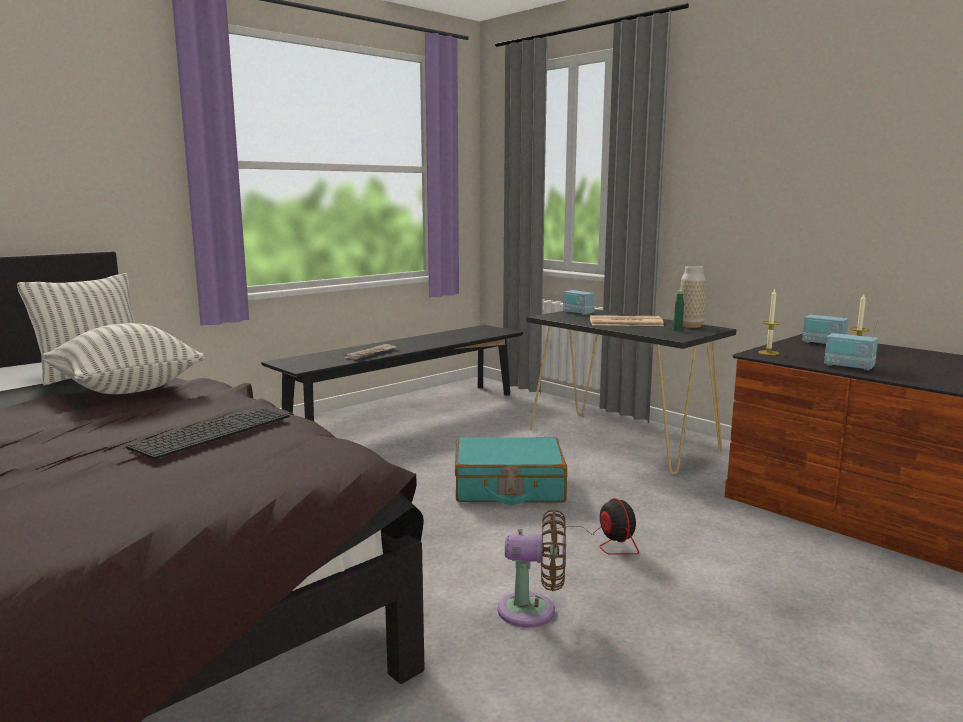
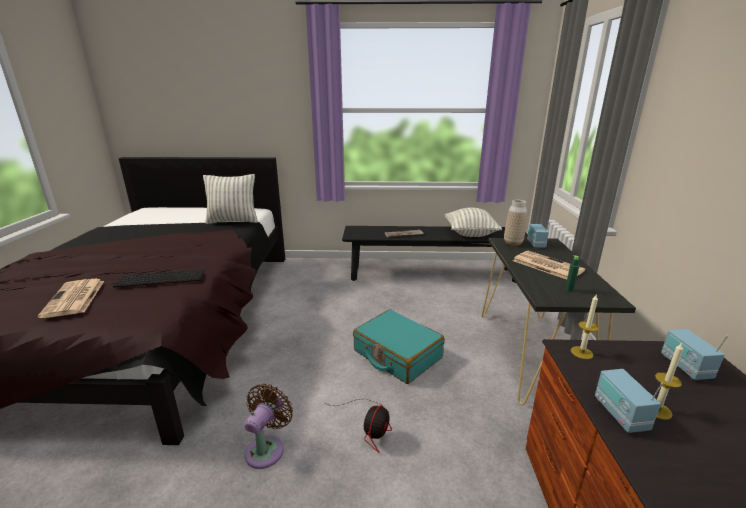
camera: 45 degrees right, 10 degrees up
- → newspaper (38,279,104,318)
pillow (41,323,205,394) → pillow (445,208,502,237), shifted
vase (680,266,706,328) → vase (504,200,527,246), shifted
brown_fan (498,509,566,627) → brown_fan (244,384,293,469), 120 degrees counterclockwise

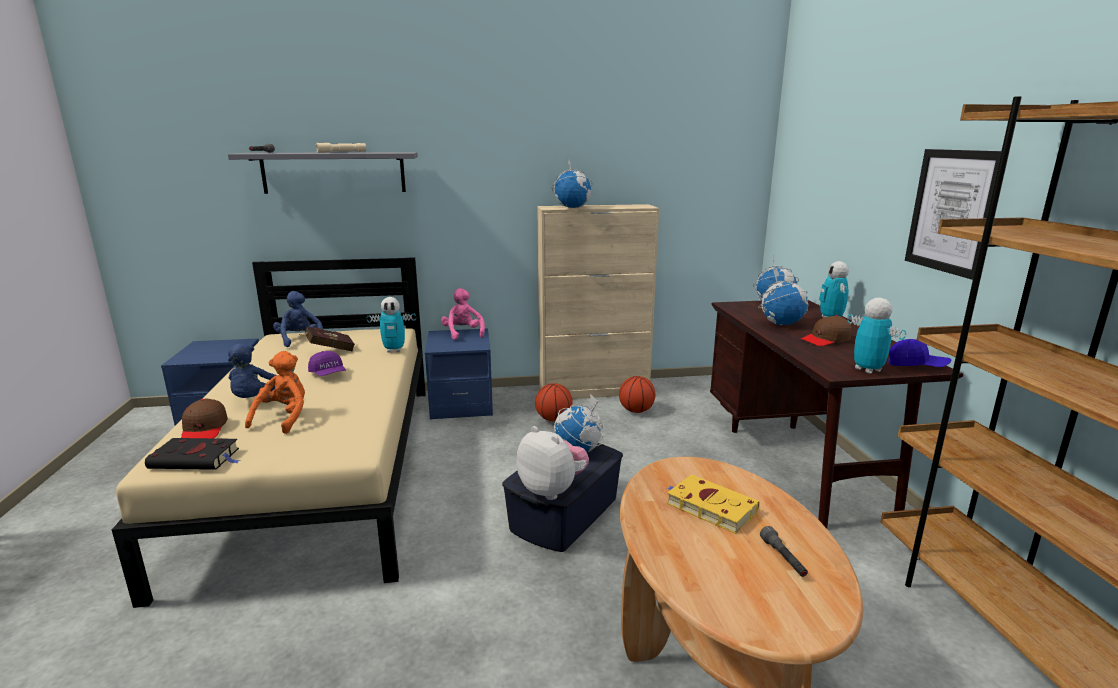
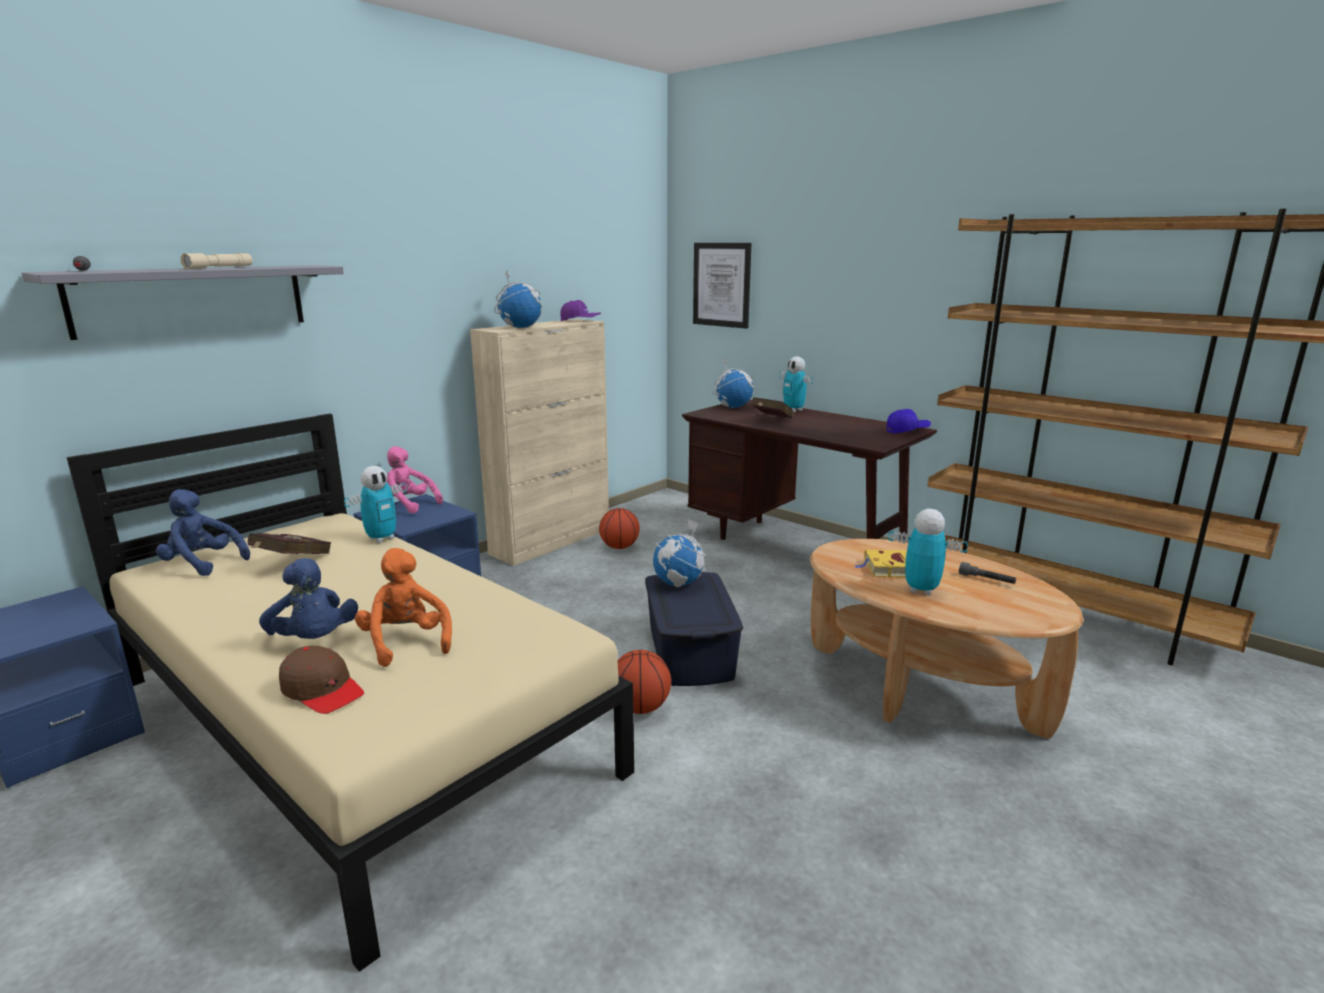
camera: 40 degrees left, 0 degrees up
black_book (145,438,241,470) → -
plush_toy (517,426,589,500) → -
brown_cap (801,315,852,346) → -
purple_cap (308,351,346,376) → purple_cap (560,300,601,322), shifted
basketball (535,383,573,421) → basketball (618,650,671,714), shifted
toy_robot (847,298,906,374) → toy_robot (888,508,968,595), shifted
picture (905,149,1001,280) → picture (693,243,751,329), shifted
globe (758,268,808,325) → red_book (752,398,794,418)

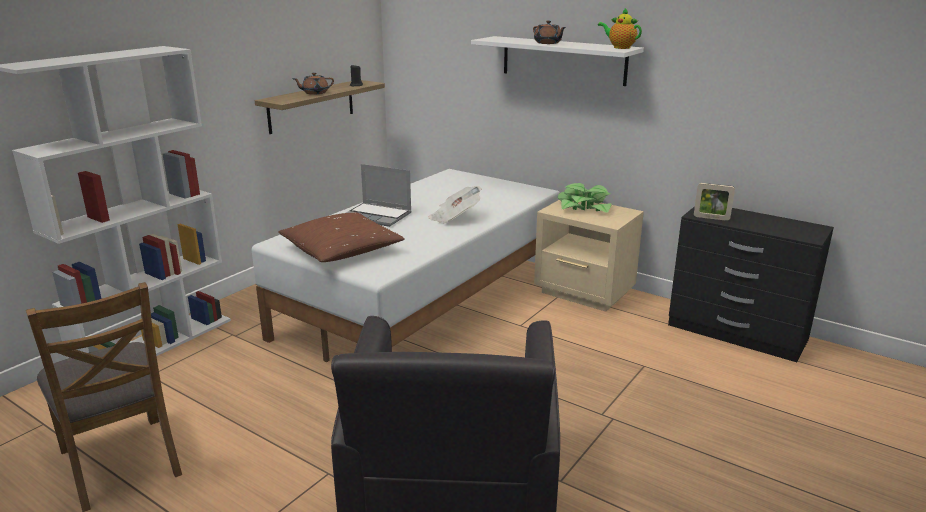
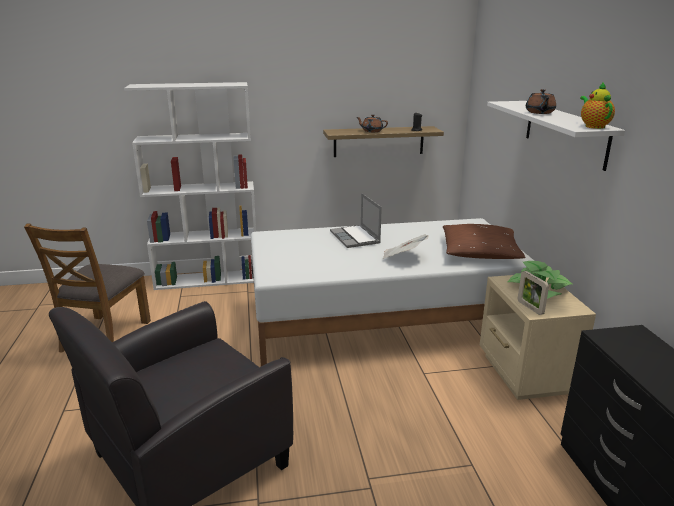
camera: 45 degrees right, 0 degrees up
brown_pillow (278,213,405,262) → brown_pillow (443,224,526,259), shifted
picture_frame (694,183,735,221) → picture_frame (518,271,549,315), shifted

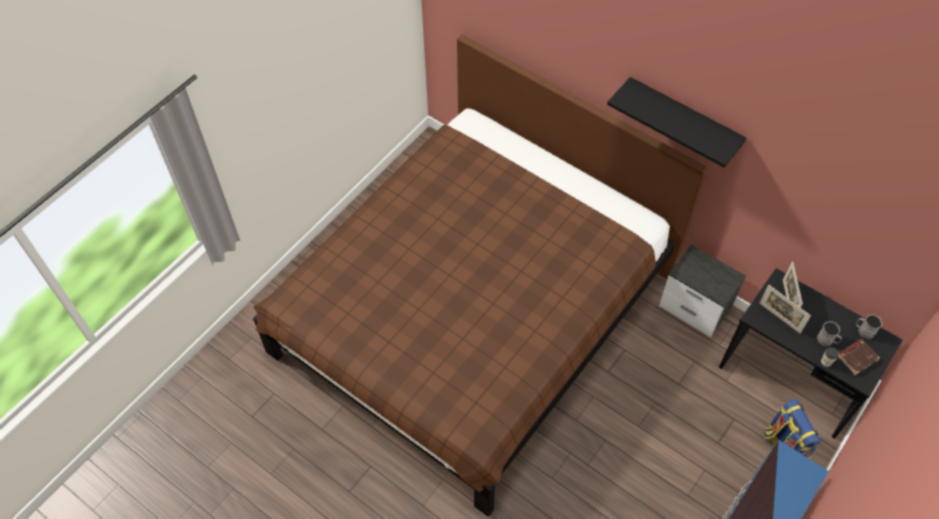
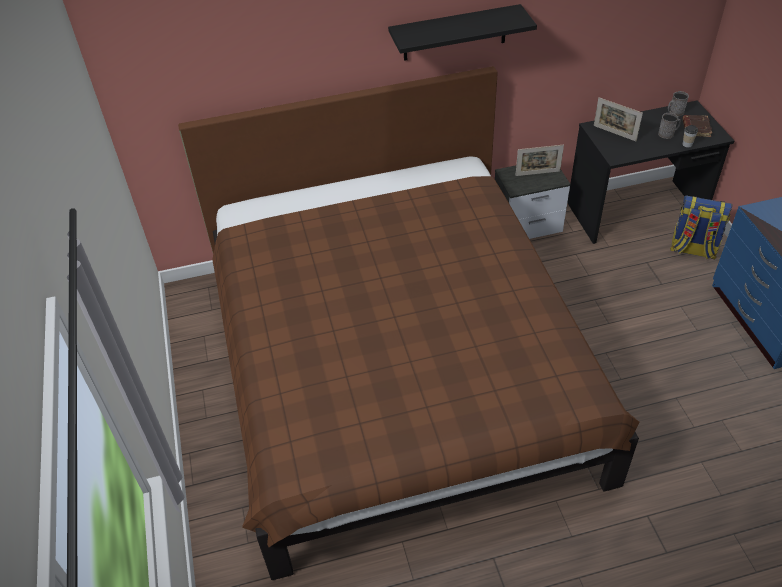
camera: 50 degrees left, 10 degrees down
picture_frame (760,285,811,334) → picture_frame (515,145,564,176), shifted

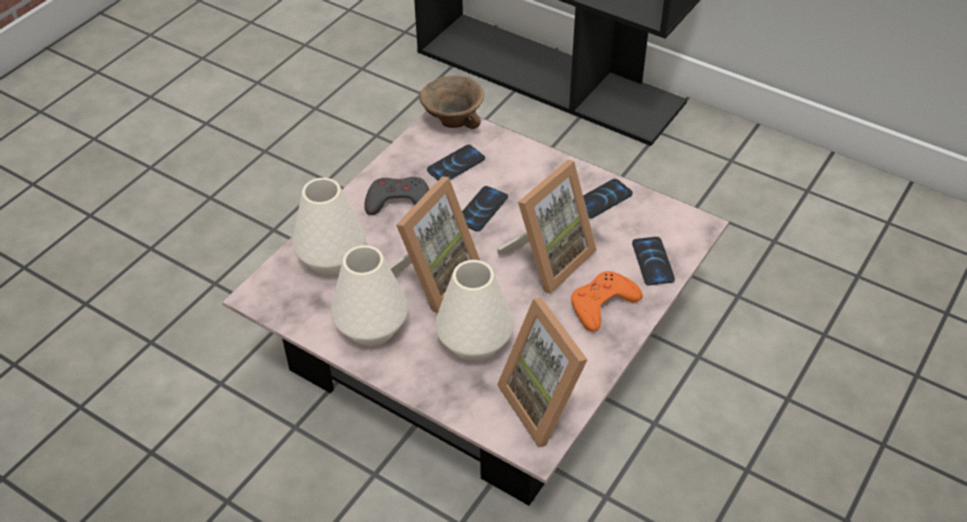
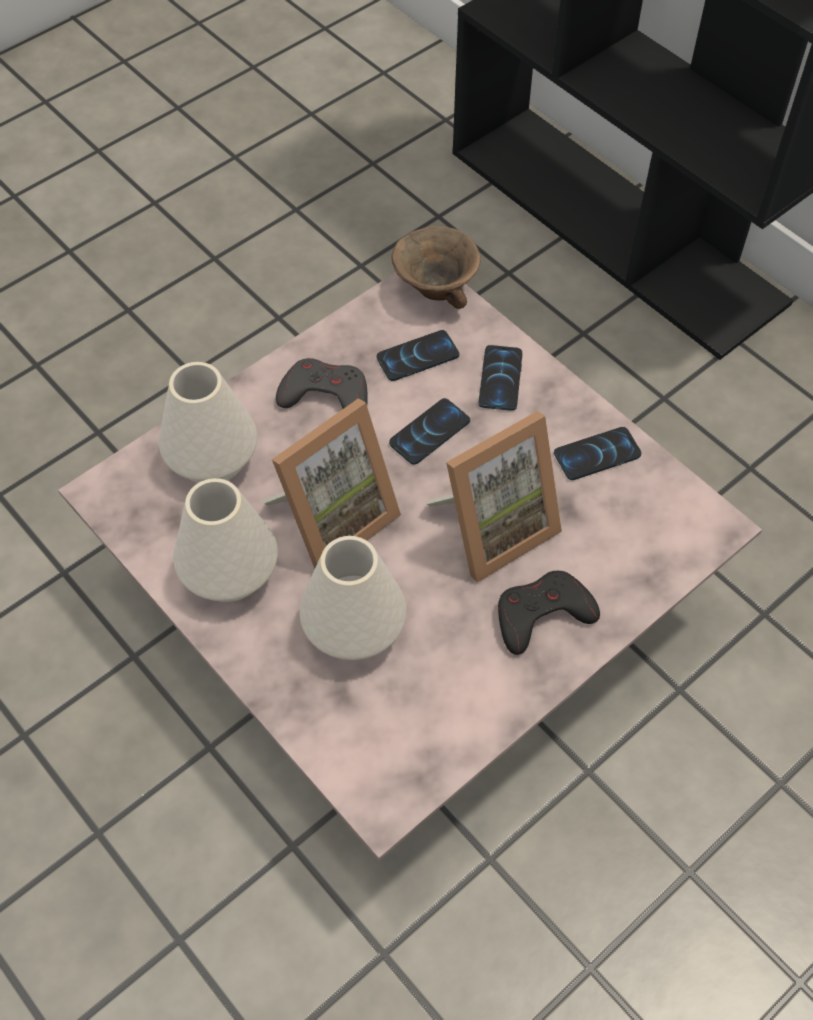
camera: 15 degrees right, 10 degrees up
picture_frame (497,297,588,448) → -
phone (632,237,675,285) → phone (478,345,523,411), shifted
orange_game_controller (571,271,643,332) → black_game_controller (498,571,600,655)

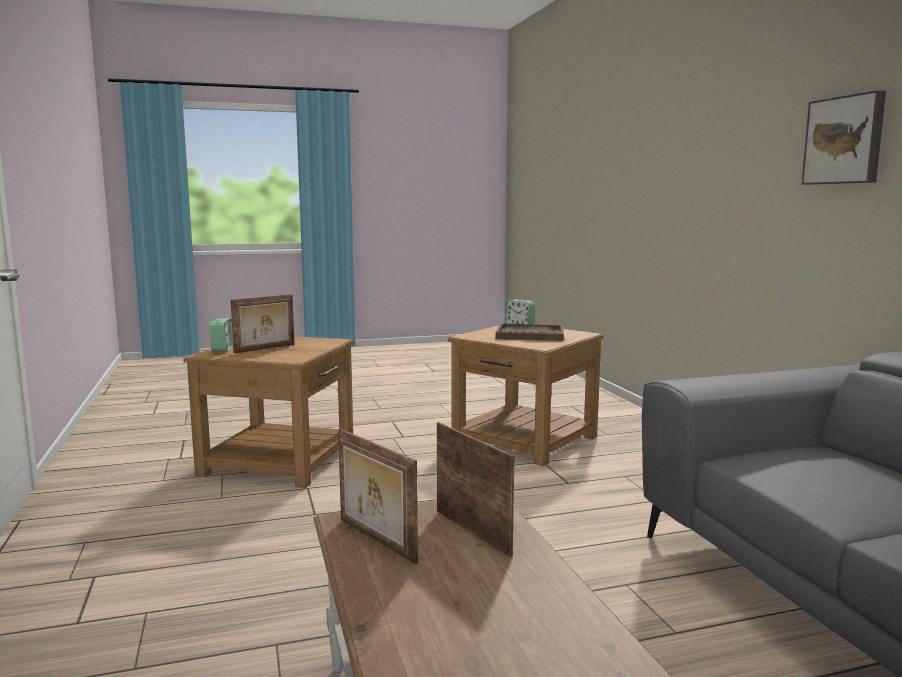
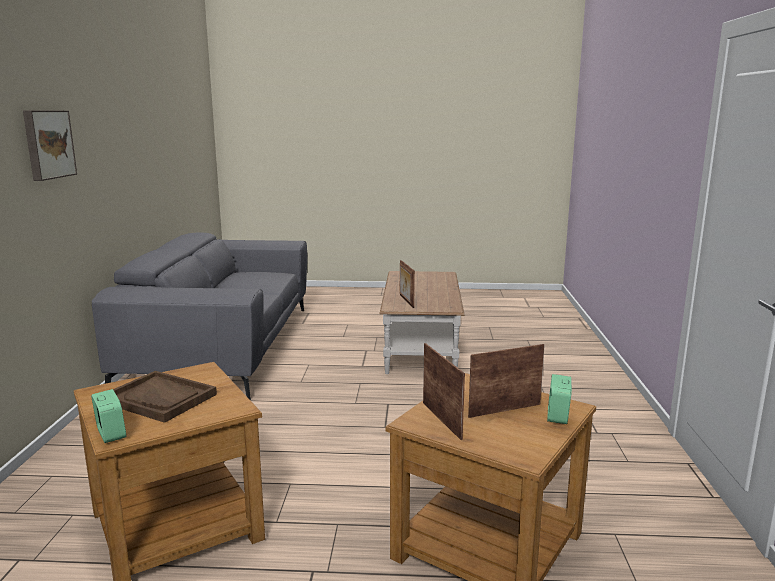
camera: 160 degrees left, 5 degrees up
picture_frame (338,429,418,564) → picture_frame (423,343,465,440), shifted

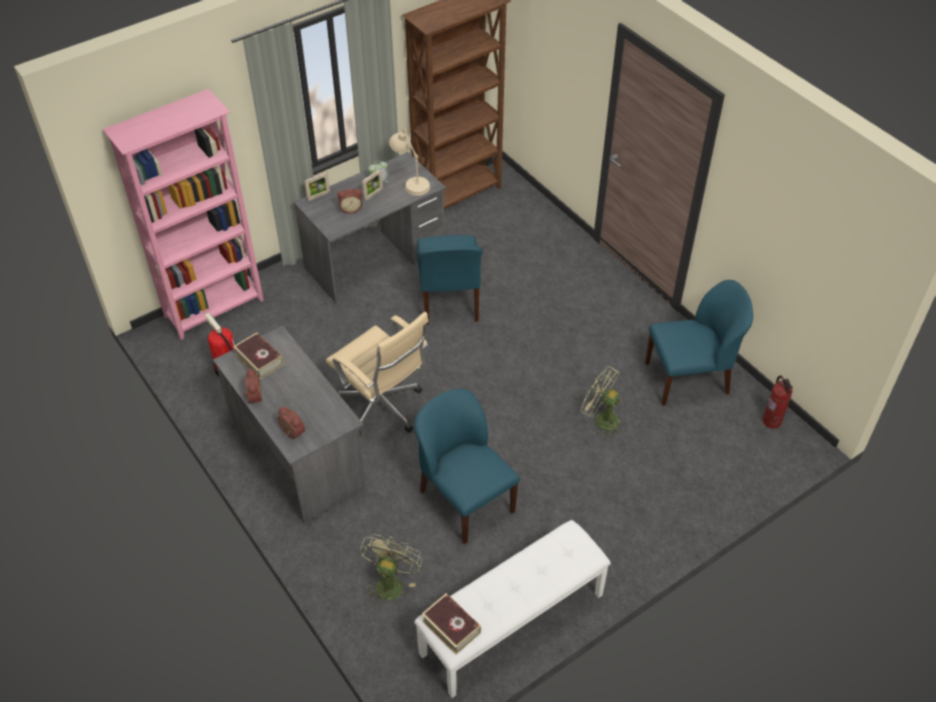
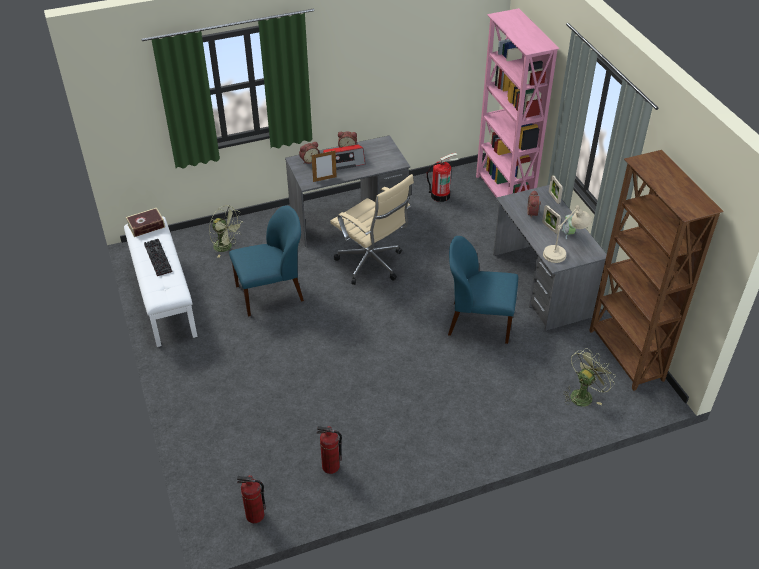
camera: 105 degrees right, 5 degrees down
book (233,332,284,380) → -
- → keyboard (144,239,173,276)
- → picture_frame (311,150,337,182)
- → radio (323,145,365,170)
green_fan (581,366,622,438) → green_fan (563,348,616,407), shifted
blue_chair (645,280,753,406) → fire_extinguisher (316,426,342,474)
beige_office_chair (326,312,429,438) → beige_office_chair (330,174,414,285), 105 degrees counterclockwise

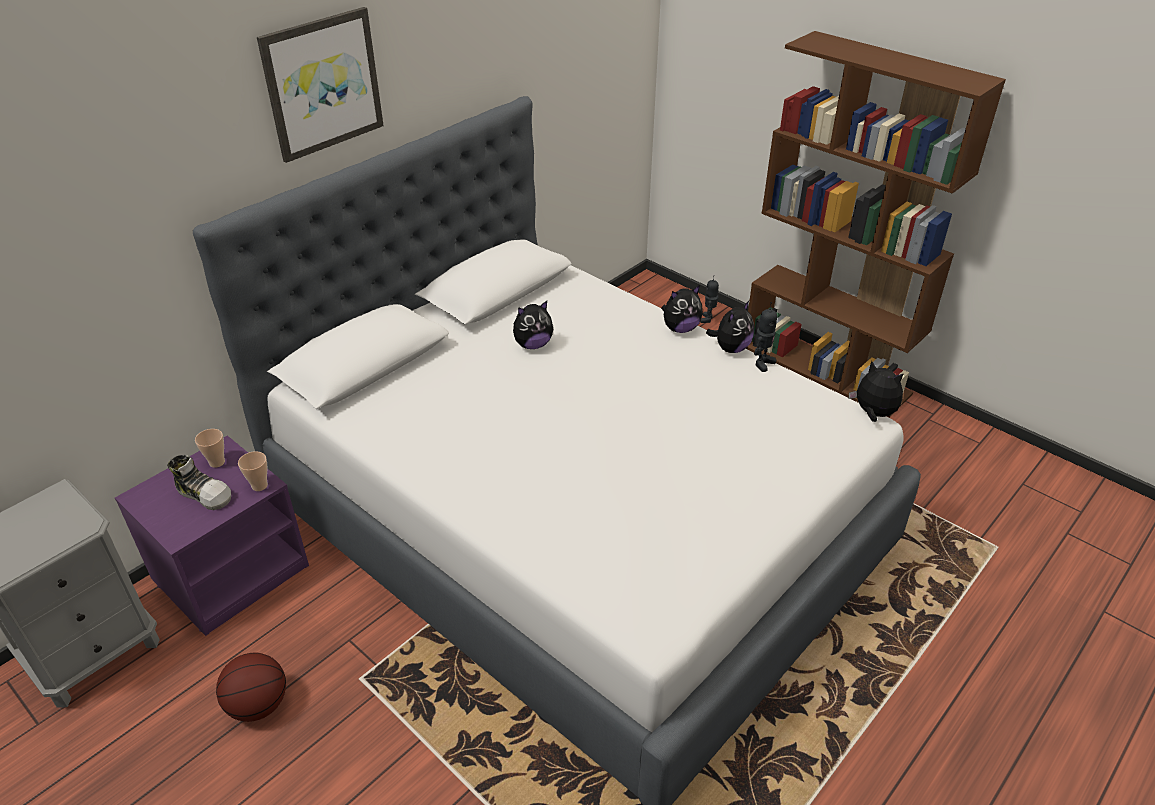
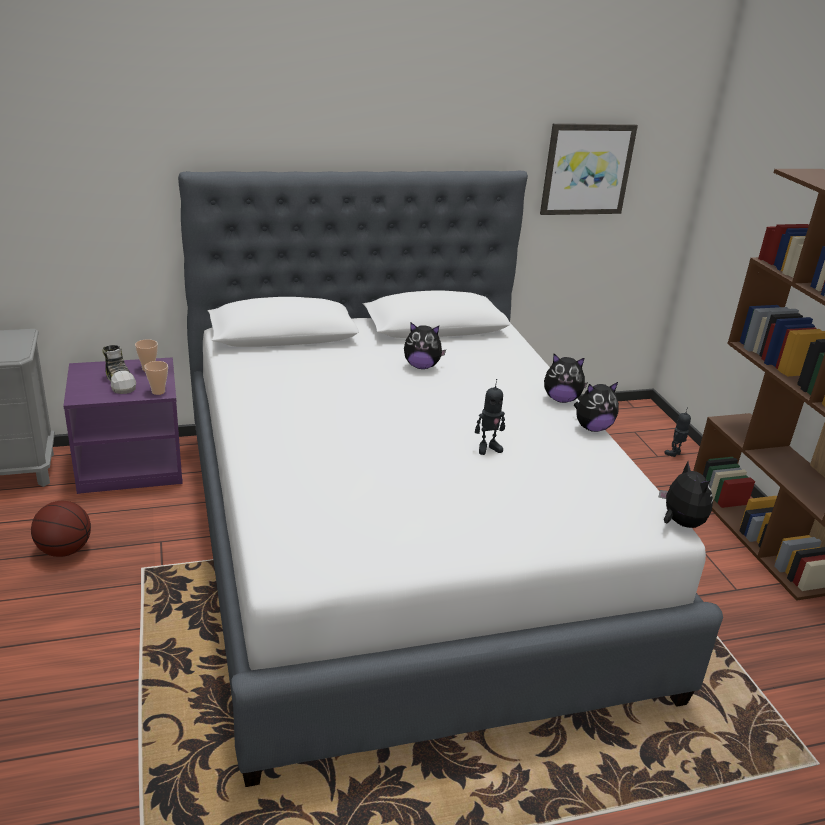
camera: 30 degrees right, 10 degrees down
picture (257,7,384,163) → picture (540,123,638,215), shifted
toy_robot (754,302,777,372) → toy_robot (475,379,505,455), shifted

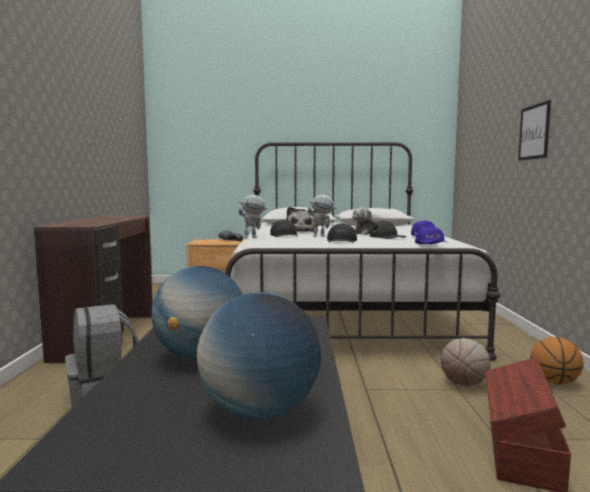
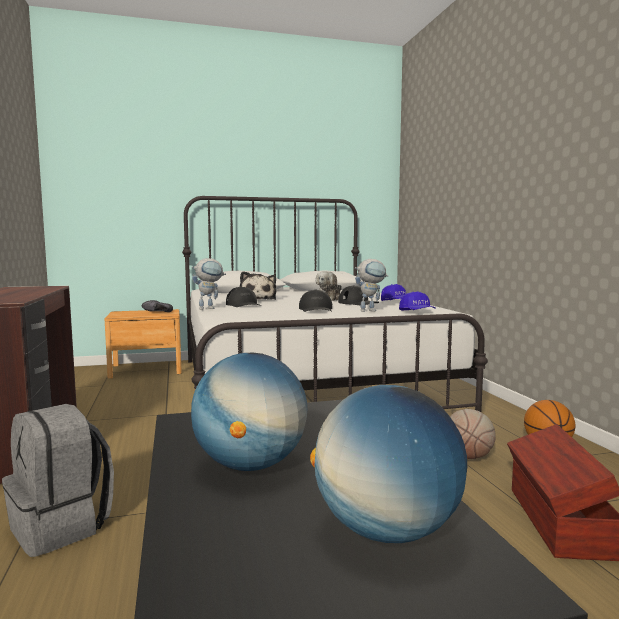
camera: 15 degrees left, 0 degrees up
picture (518,100,551,161) → -
toy_robot (308,195,337,237) → toy_robot (355,259,389,312), shifted

